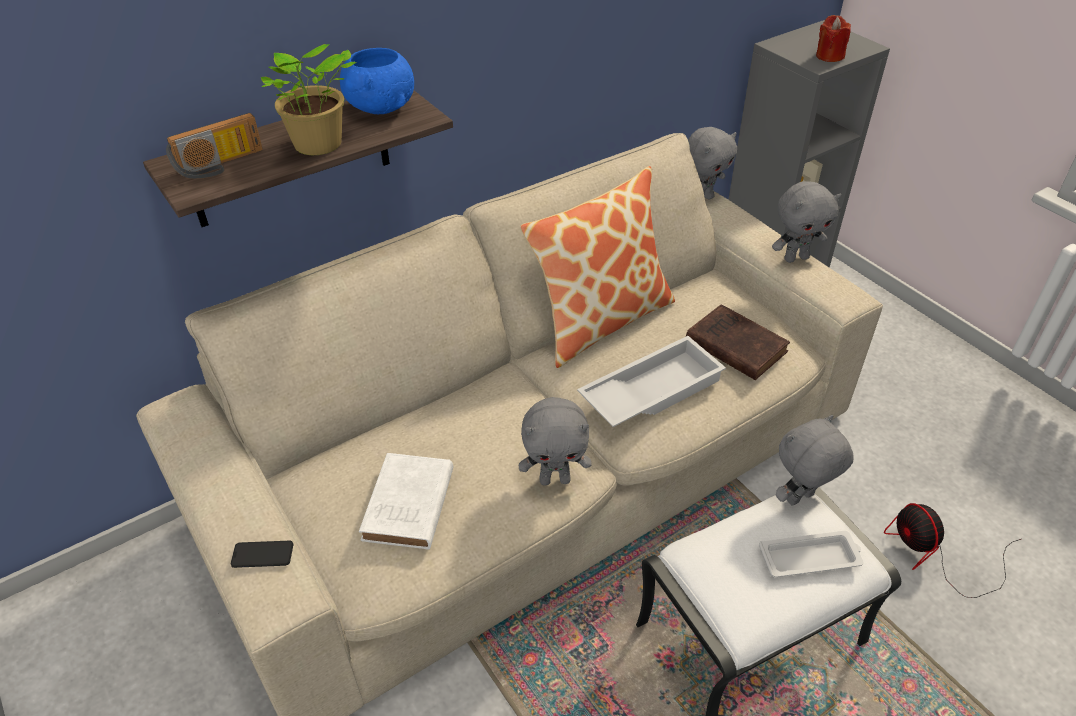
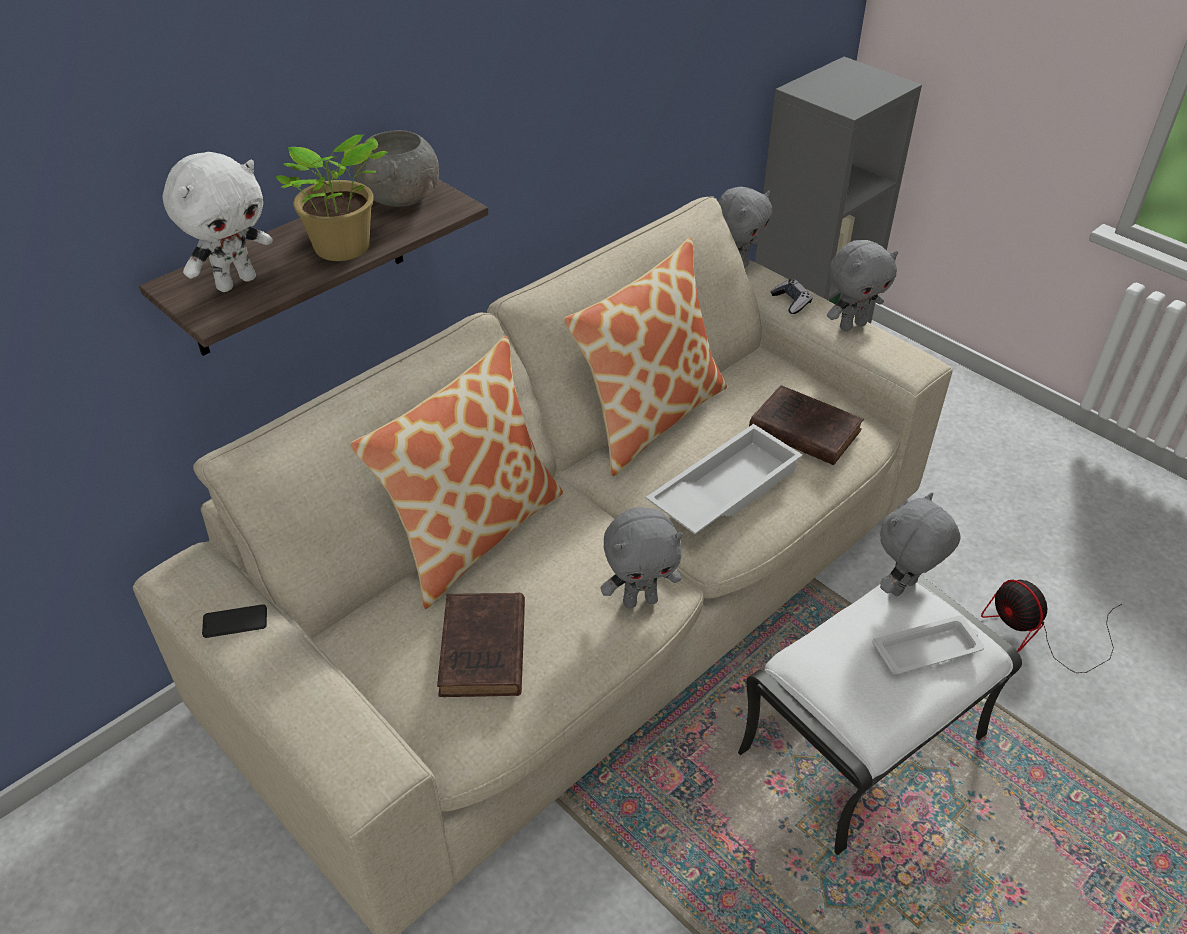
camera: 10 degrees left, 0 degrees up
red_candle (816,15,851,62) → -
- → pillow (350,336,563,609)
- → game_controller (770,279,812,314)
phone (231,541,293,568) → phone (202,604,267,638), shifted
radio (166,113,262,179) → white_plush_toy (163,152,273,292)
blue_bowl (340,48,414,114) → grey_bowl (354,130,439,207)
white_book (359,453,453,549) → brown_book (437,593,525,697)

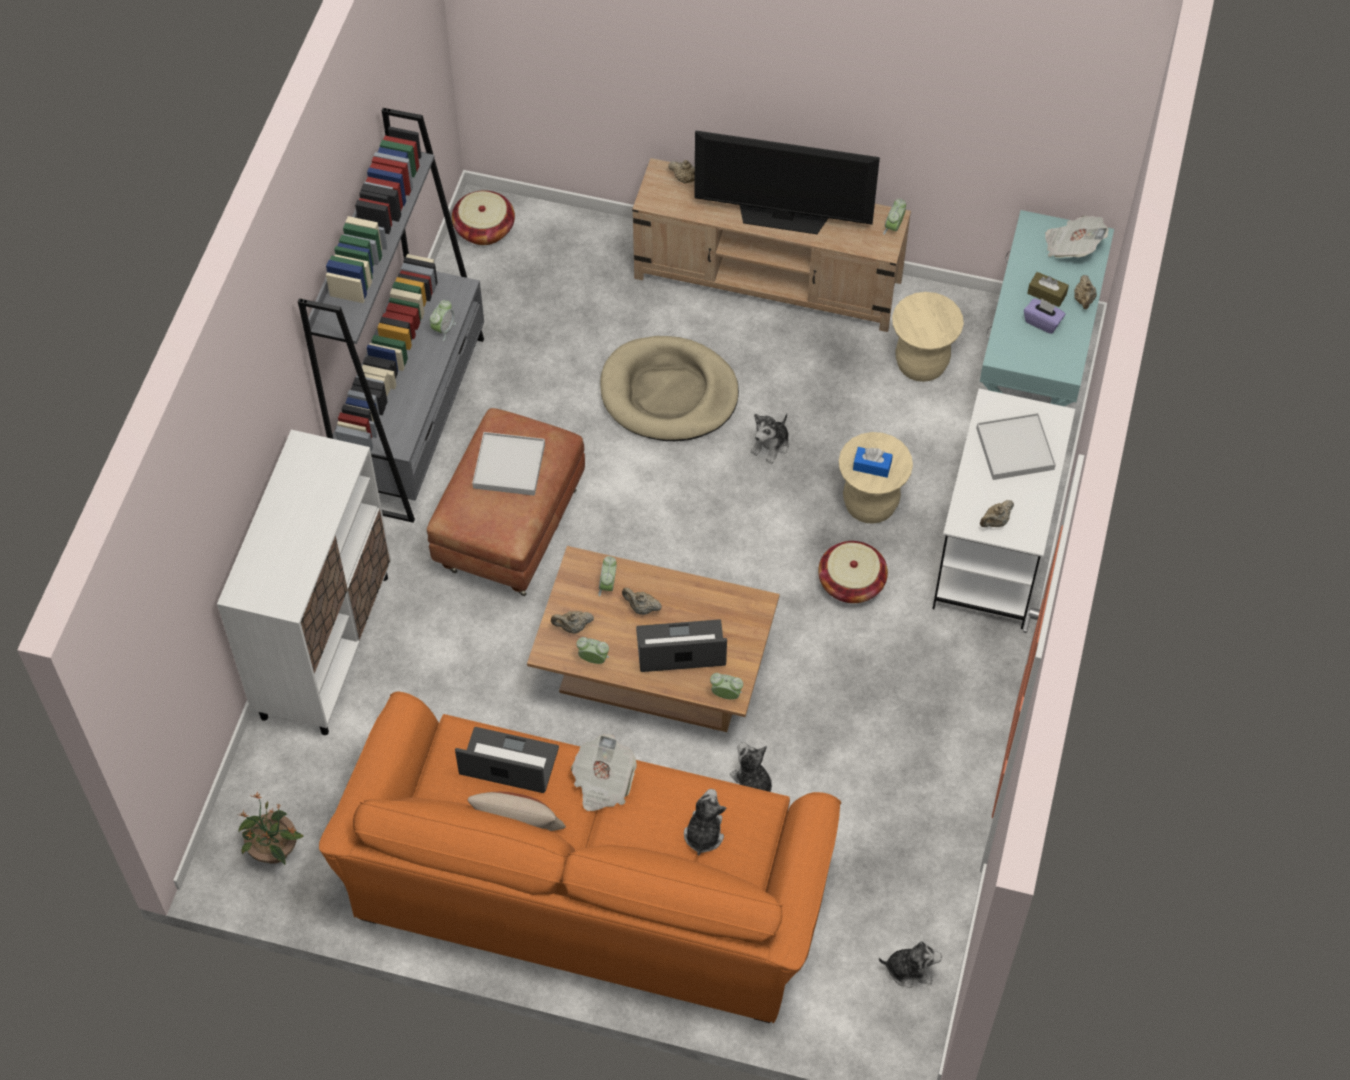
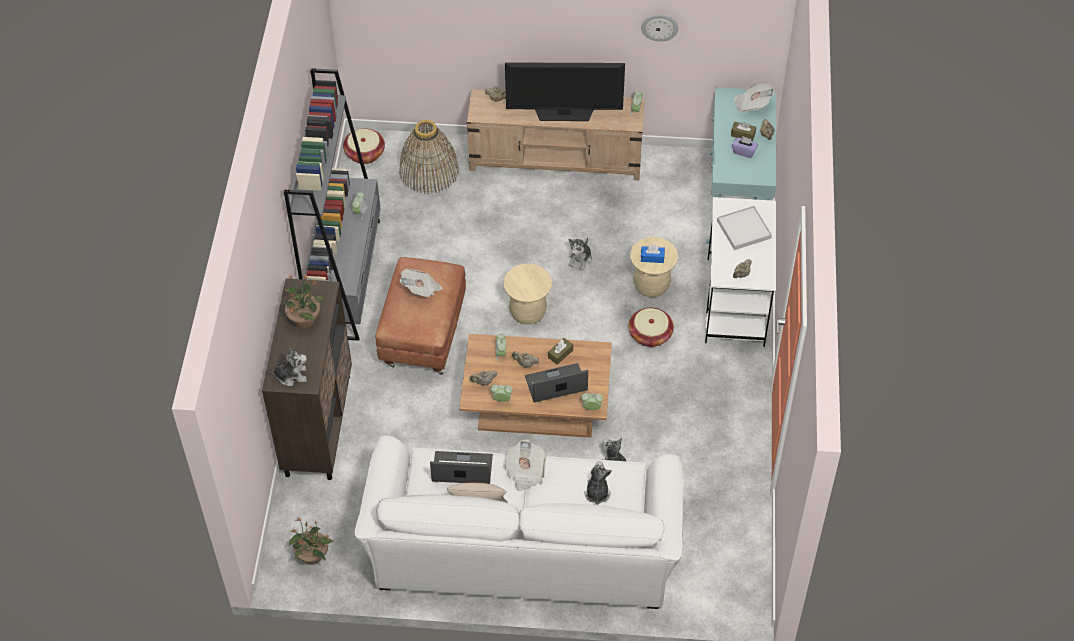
camera: 10 degrees left, 5 degrees down
beige_dog_bed (600,336,739,441) → -
- → potted_plant (285,275,324,328)
- → basket (399,120,459,194)
- → brown_tissue_box (548,338,573,365)
- → wall_clock (641,15,679,42)
plush_toy (879,941,942,988) → plush_toy (267,348,307,386), shifted
beige_stool (892,292,964,382) → beige_stool (503,264,552,325), shifted
white_tray (472,432,545,496) → newspaper (399,269,443,297)
white_cabinet (217,430,391,735) → brown_cabinet (262,278,352,480)
orange_sofa (319,692,841,1023) → white_sofa (354,436,683,609)

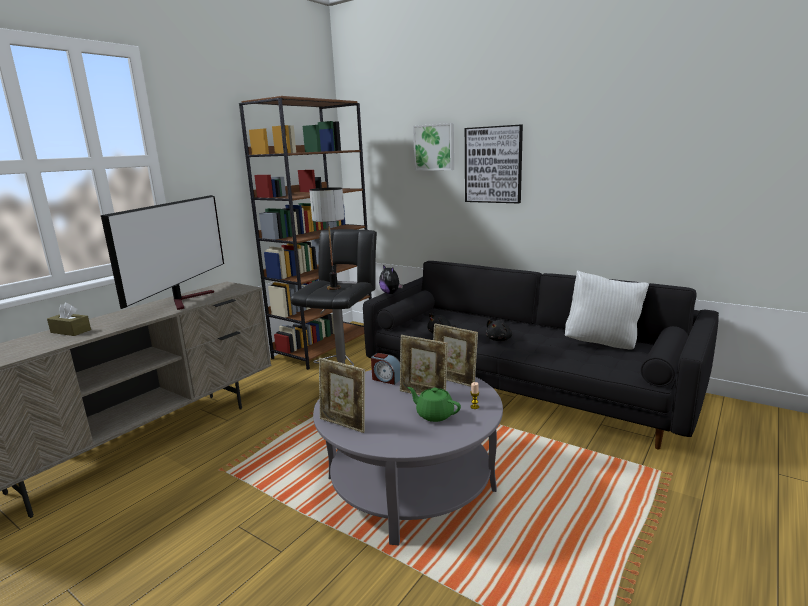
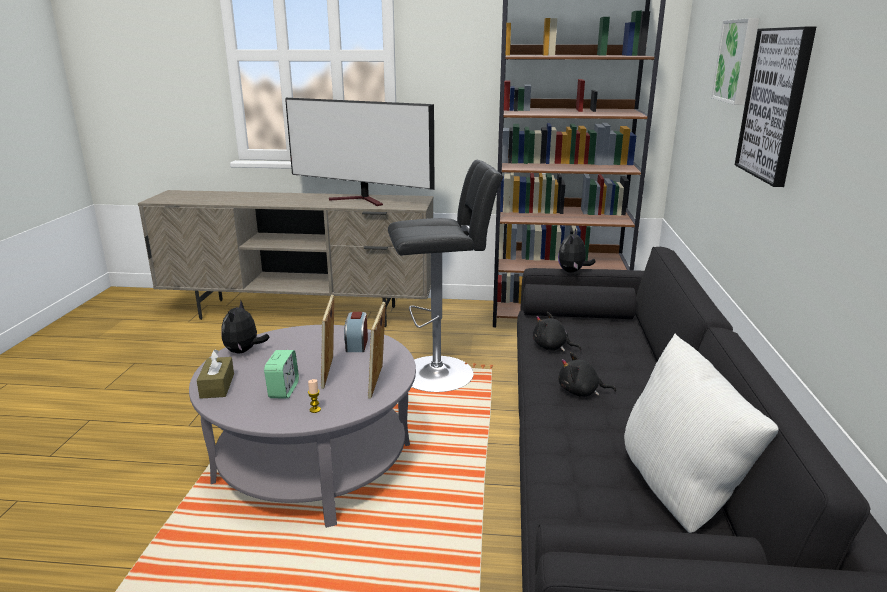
camera: 60 degrees right, 5 degrees up
table_lamp (309,187,345,290) → -
brown_tissue_box (47,303,91,336) → brown_tissue_box (197,349,234,399), shifted
picture_frame (319,358,365,433) → plush_toy (221,301,270,353)
green_teapot (408,387,461,422) → alarm_clock (264,350,299,398)
television (101,195,224,310) → television (285,98,434,206), 45 degrees clockwise

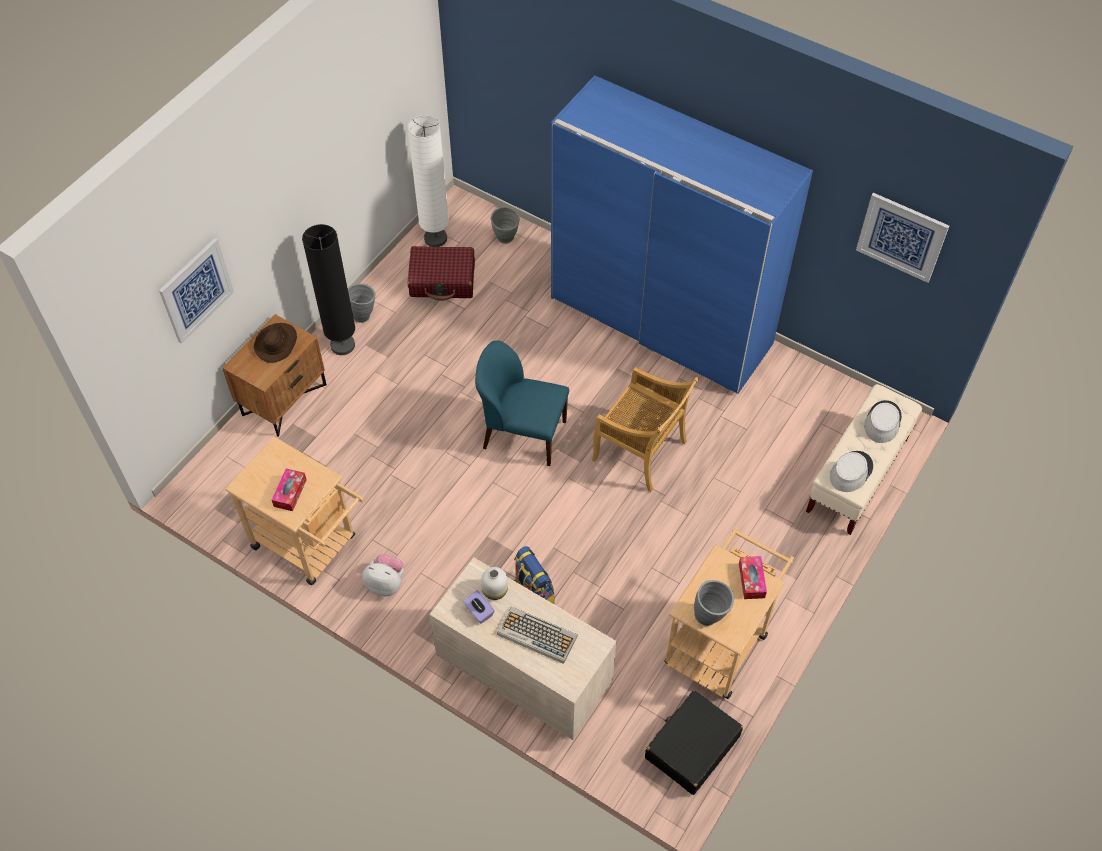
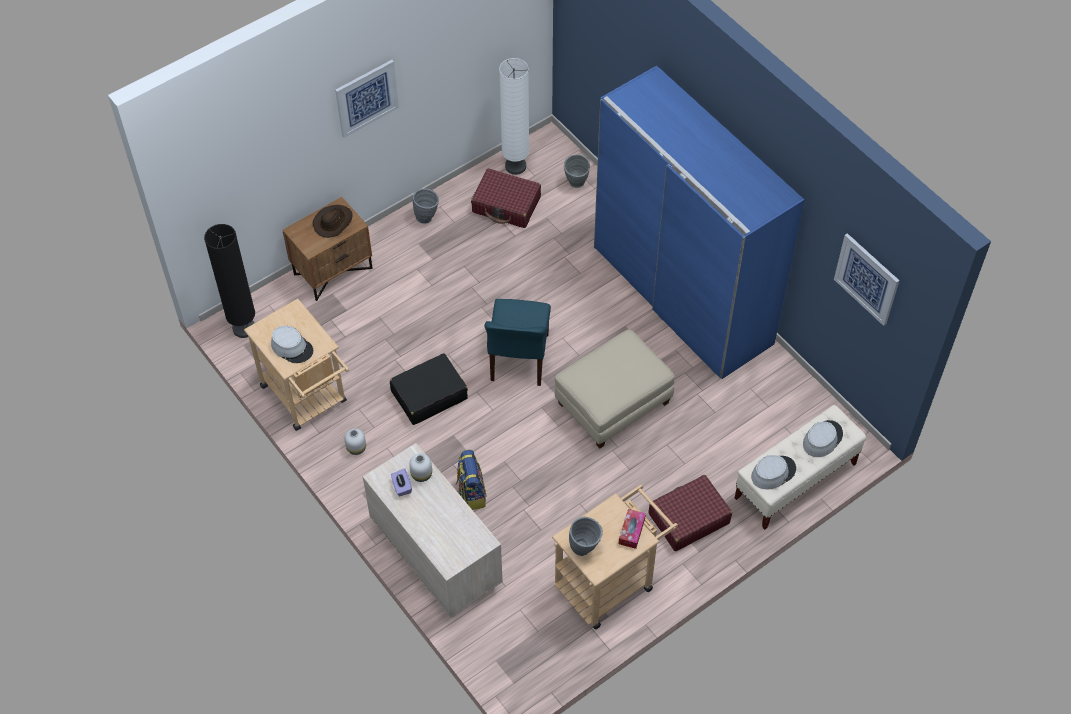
camera: 20 degrees right, 0 degrees up
keyboard (497,607,578,664) → -
- → red_suitcase (649,475,732,551)
picture (159,238,234,344) → picture (335,60,399,138), shifted
black_floor_lamp (302,224,355,355) → black_floor_lamp (204,224,255,338), shifted
black_suitcase (645,690,743,795) → black_suitcase (390,353,468,425), shifted
tissue_box (272,469,307,511) → grey_hat (271,326,313,363)
plush_toy (362,554,404,597) → white_vase (345,428,366,455)
beige_chair (592,367,699,492) → beige_ottoman (555,329,675,448)
blue_chair (475,341,569,466) → blue_chair (484,299,551,386), 120 degrees counterclockwise

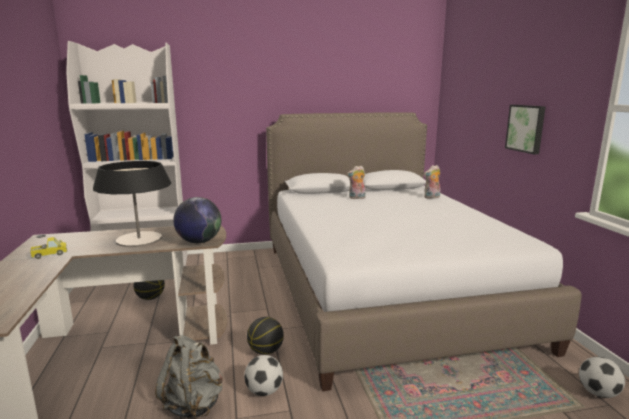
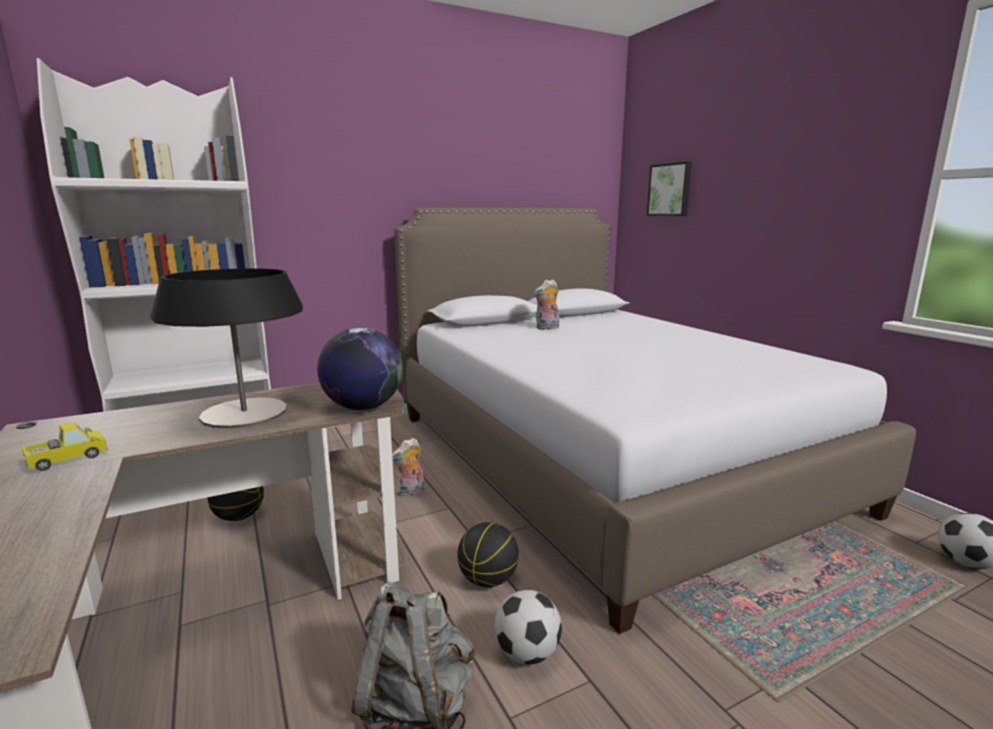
camera: 15 degrees left, 0 degrees up
plush_toy (424,165,440,199) → plush_toy (392,438,424,497), shifted
picture (505,105,546,154) → picture (647,162,692,216), shifted

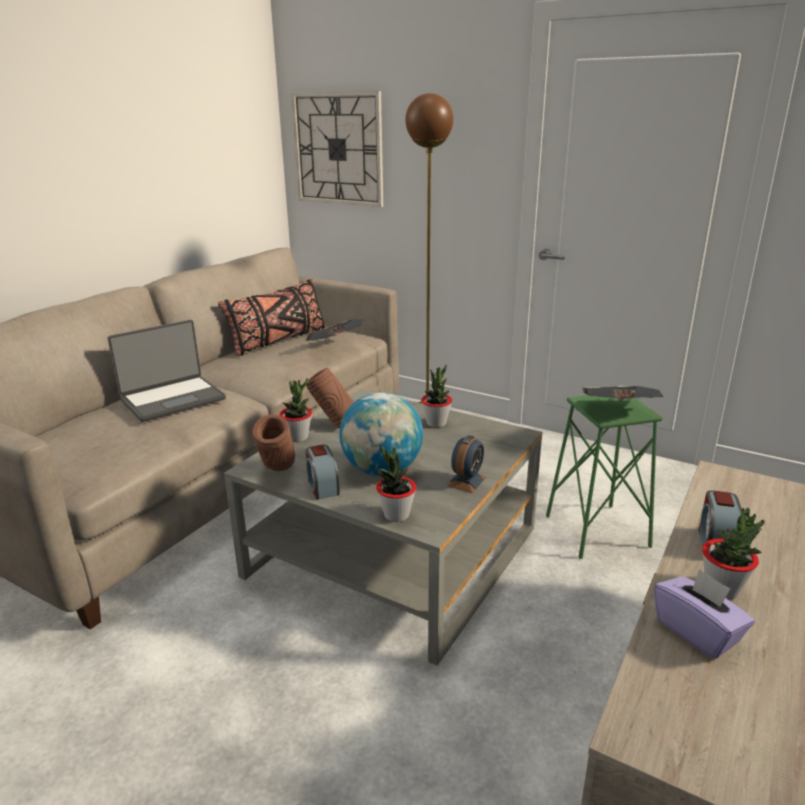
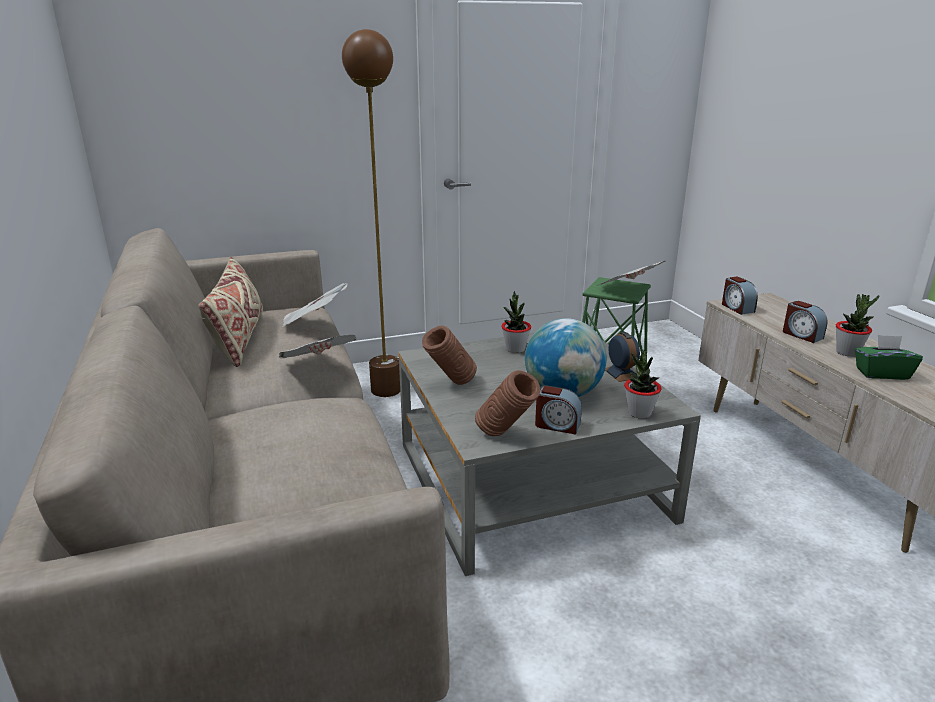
camera: 50 degrees left, 0 degrees up
laptop (107,320,226,422) → -
potted_plant (280,378,312,442) → -
wall_clock (291,91,383,207) → -
- → newspaper (279,335,357,358)
- → alarm_clock (722,277,758,315)
black_pillow (218,279,327,356) → beige_pillow (198,257,263,367)
purple_tissue_box (654,569,755,659) → green_tissue_box (855,335,923,380)

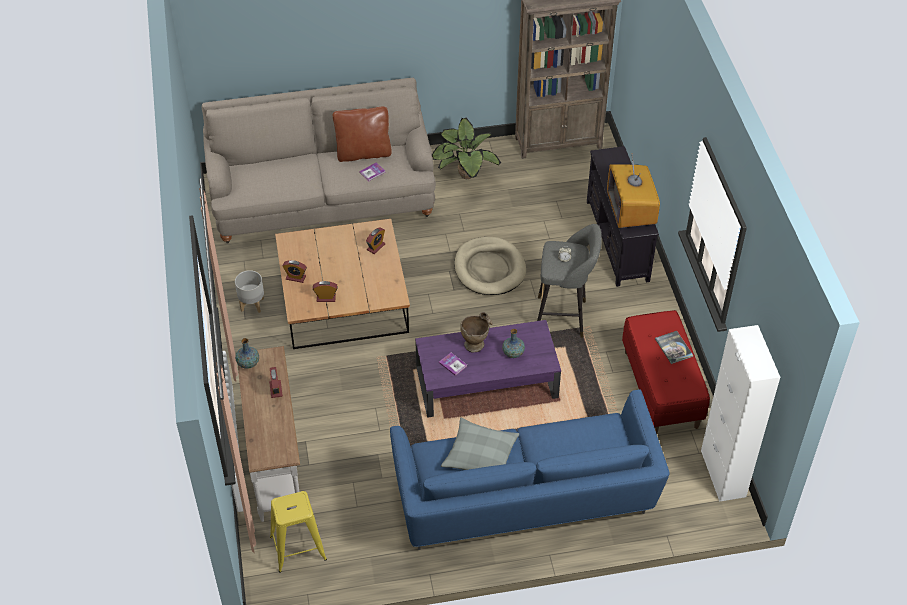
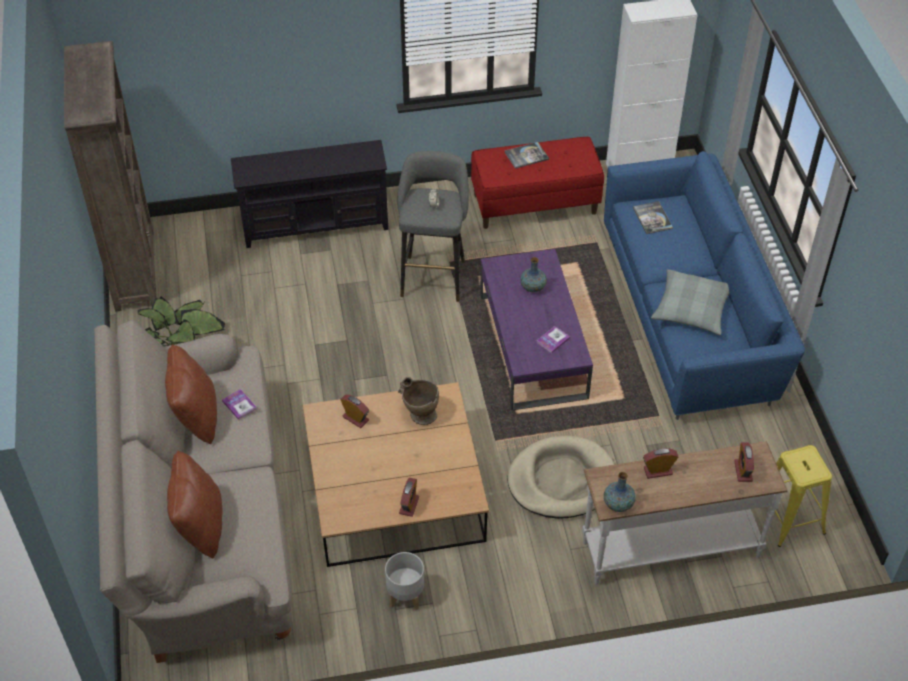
camera: 90 degrees left, 0 degrees up
television (607,153,660,228) → -
- → brown_pillow (167,451,223,559)
- → book (633,201,673,234)
alarm_clock (313,281,337,302) → alarm_clock (734,443,754,482), shifted
beige_dog_bed (454,237,526,295) → beige_dog_bed (508,436,614,519), shifted
beige_vase (460,312,493,353) → beige_vase (398,377,439,425), shifted

